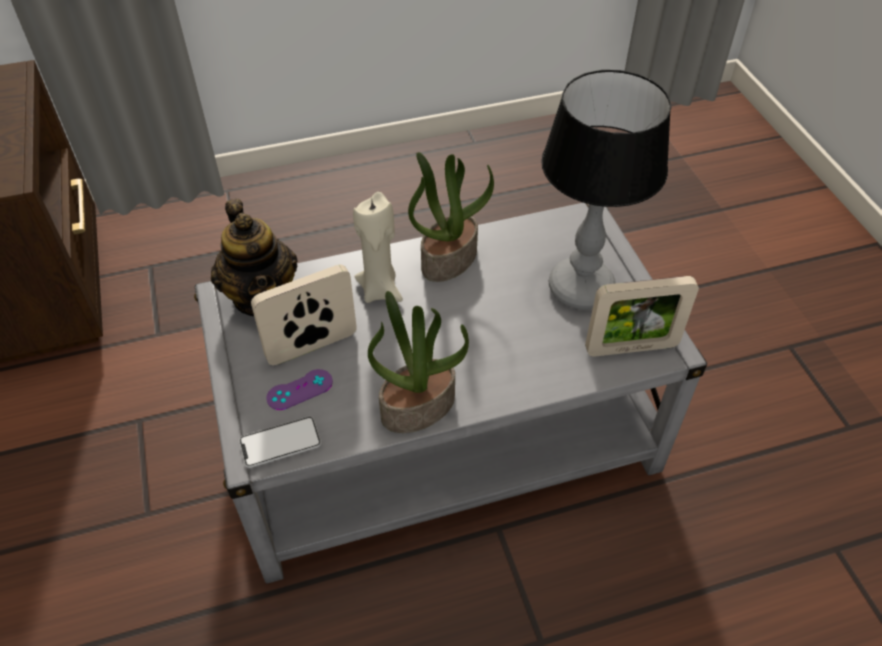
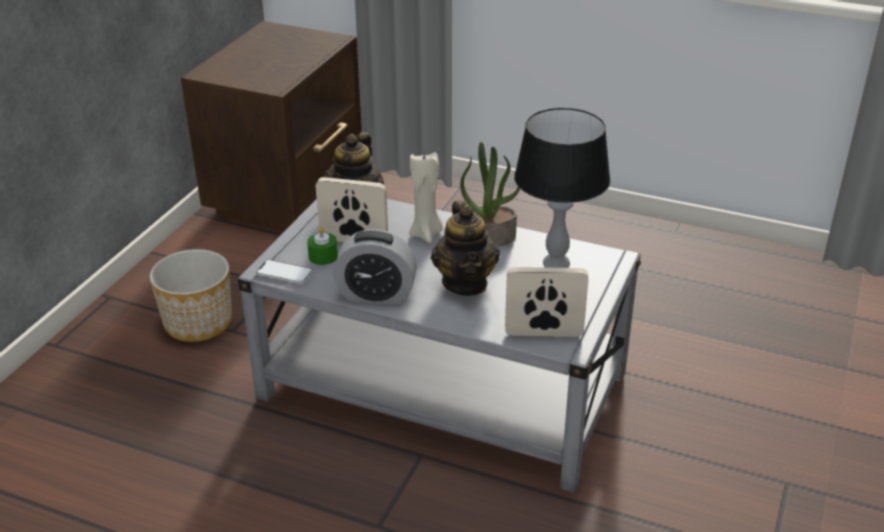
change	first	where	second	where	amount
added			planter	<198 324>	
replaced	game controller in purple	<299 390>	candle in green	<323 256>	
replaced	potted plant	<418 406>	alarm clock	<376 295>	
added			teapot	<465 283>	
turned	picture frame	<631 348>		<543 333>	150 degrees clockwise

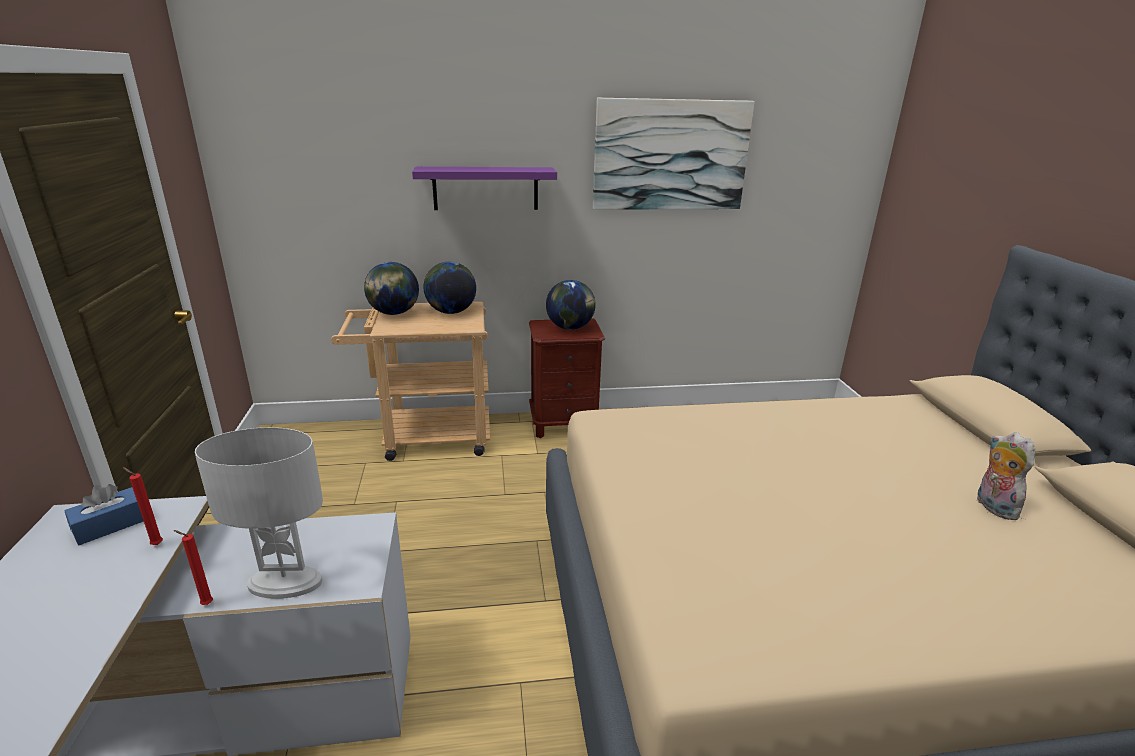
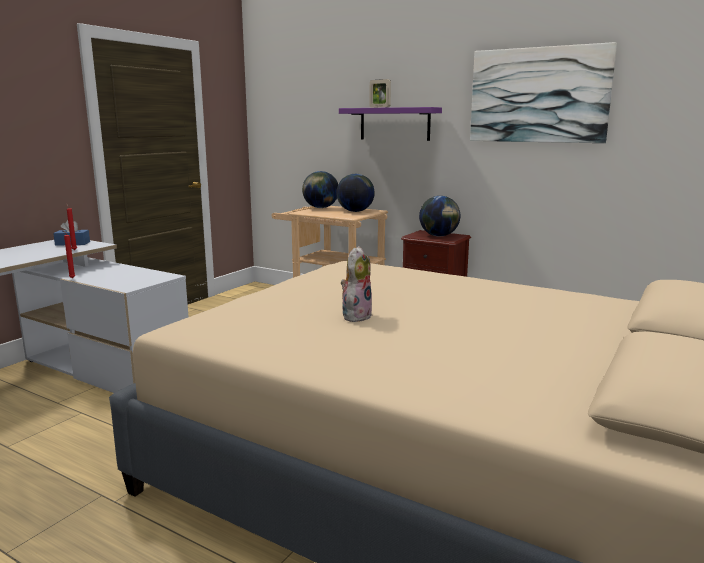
change	first	where	second	where	amount
moved	plush toy	<992 506>		<356 315>	
added			picture frame	<379 107>	
removed	table lamp in white	<286 583>			

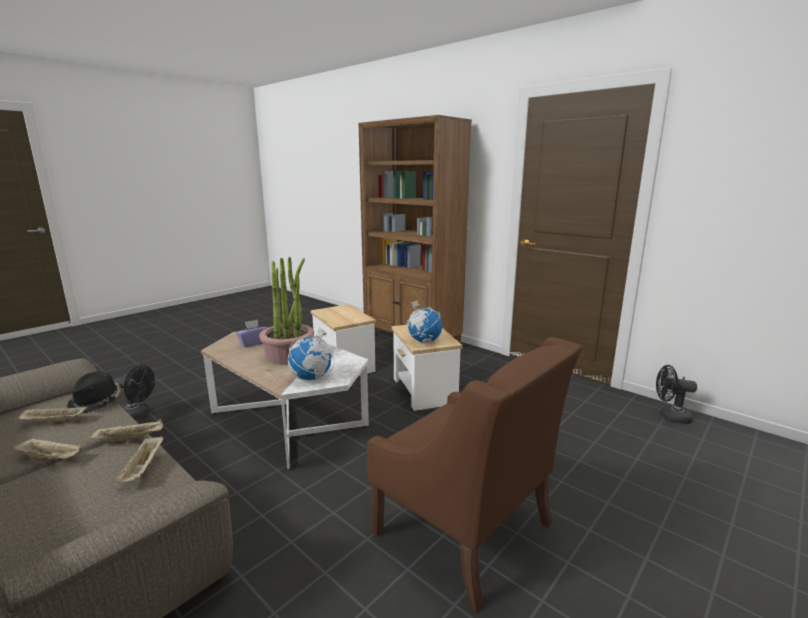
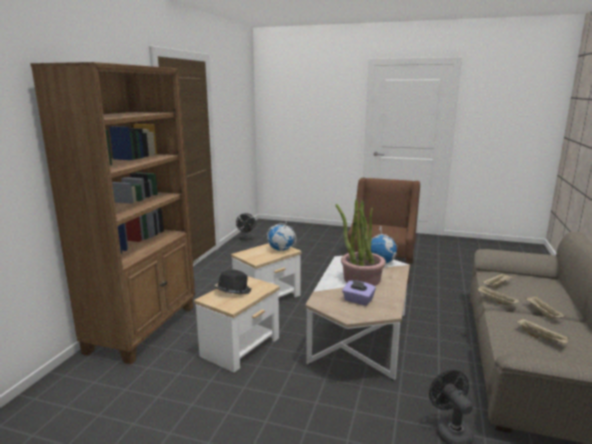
change	first	where	second	where	amount
moved	hat in black	<96 401>		<233 291>	

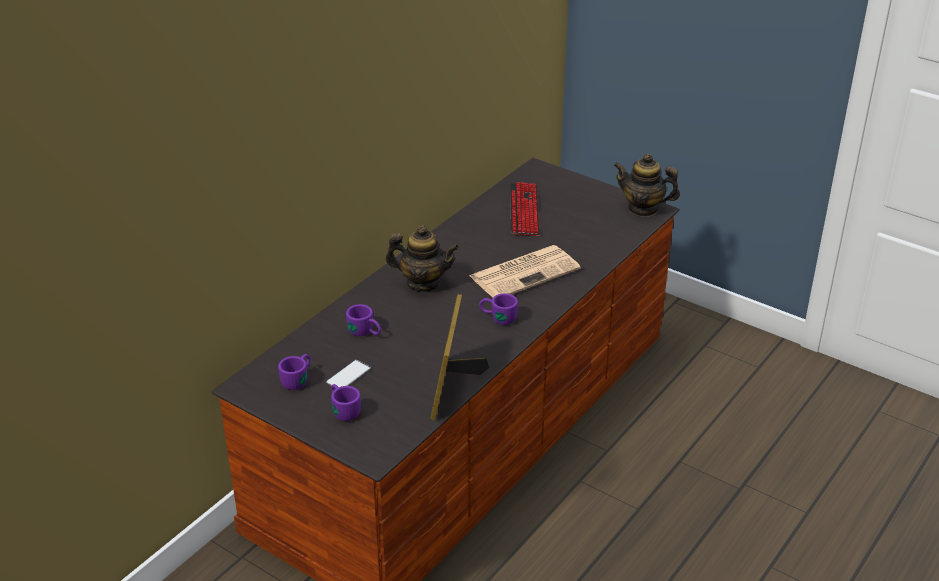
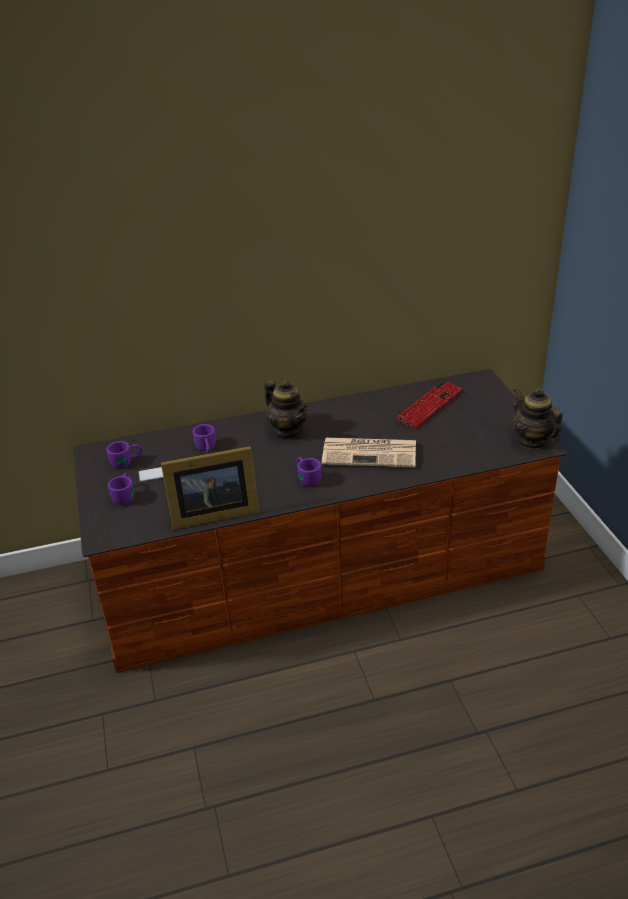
change	first	where	second	where	amount
turned	picture frame	<453 386>		<211 514>	150 degrees counterclockwise

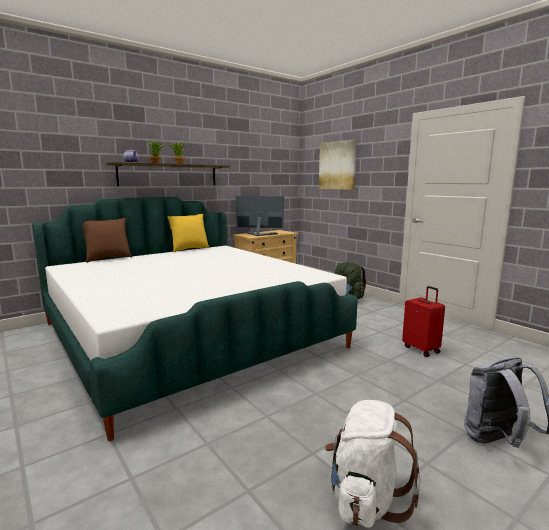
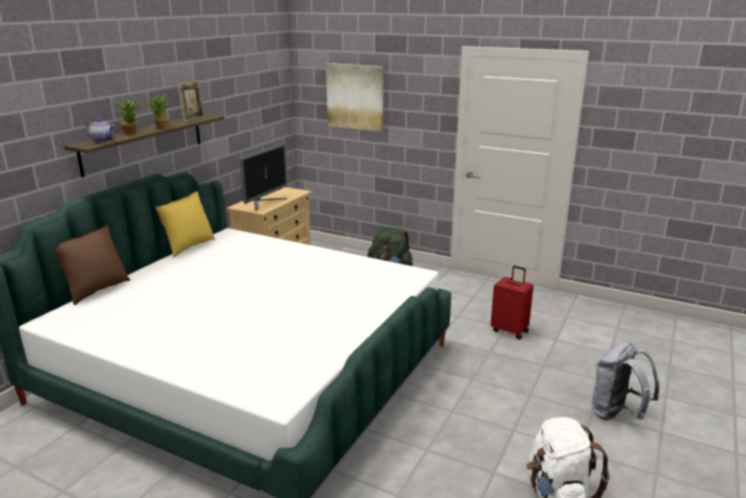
change	first	where	second	where	amount
added			picture frame	<193 119>	
turned	monitor	<259 234>		<265 203>	135 degrees clockwise

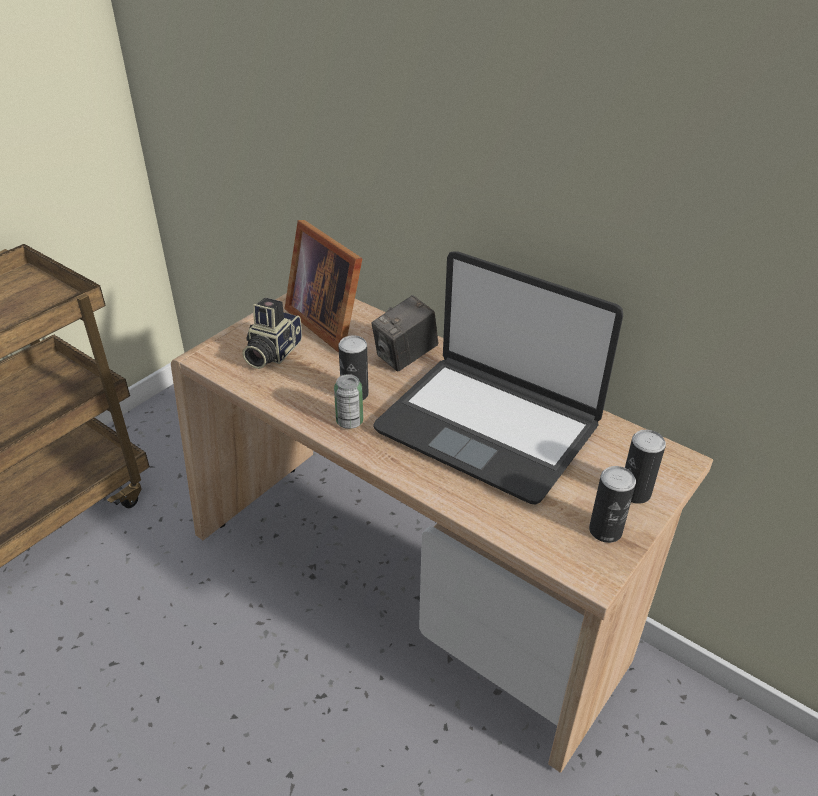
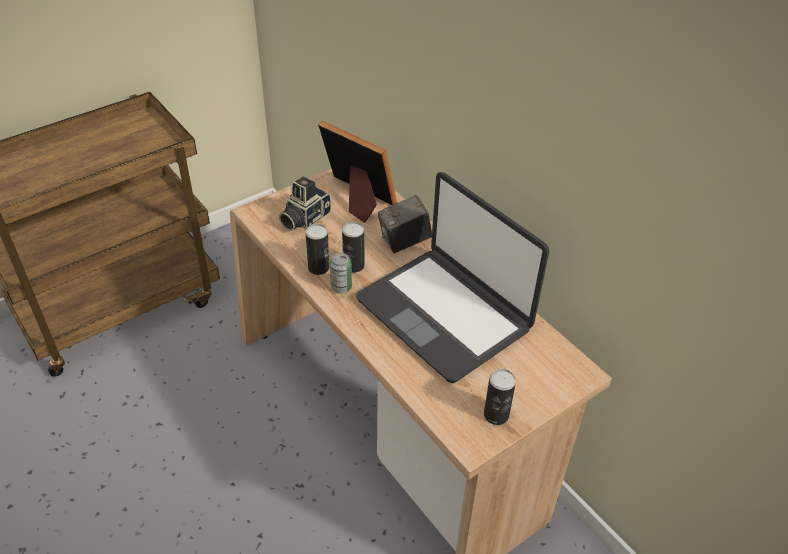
change	first	where	second	where	amount
moved	can	<635 493>		<318 268>	
turned	picture frame	<328 321>		<357 199>	150 degrees clockwise

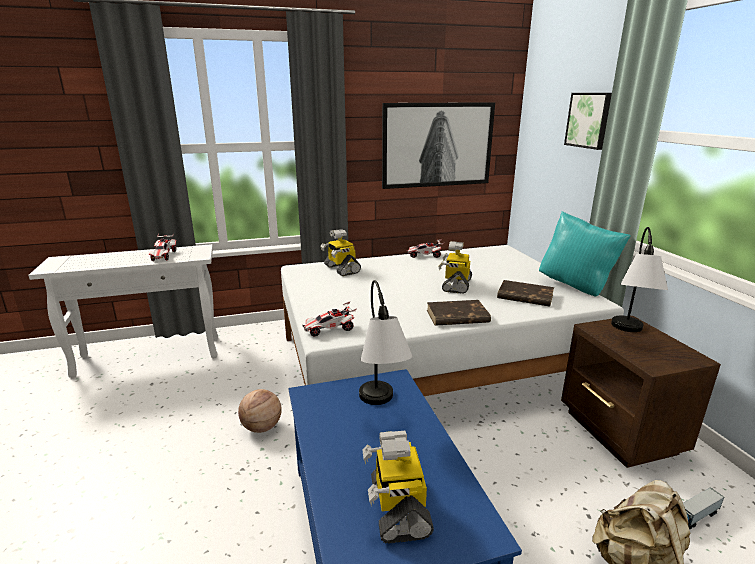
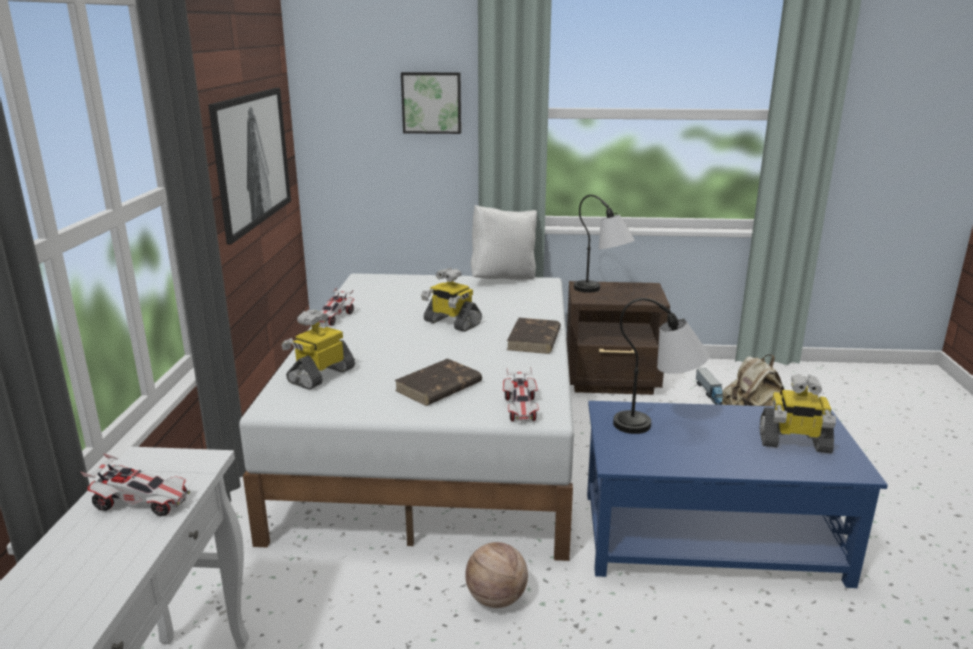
change	first	where	second	where	amount
turned	toy robot	<341 269>		<321 375>	135 degrees clockwise
moved	book in brown	<524 296>		<438 387>	
recoloured	pillow in turquoise	<576 286>	pillow in white	<503 279>	

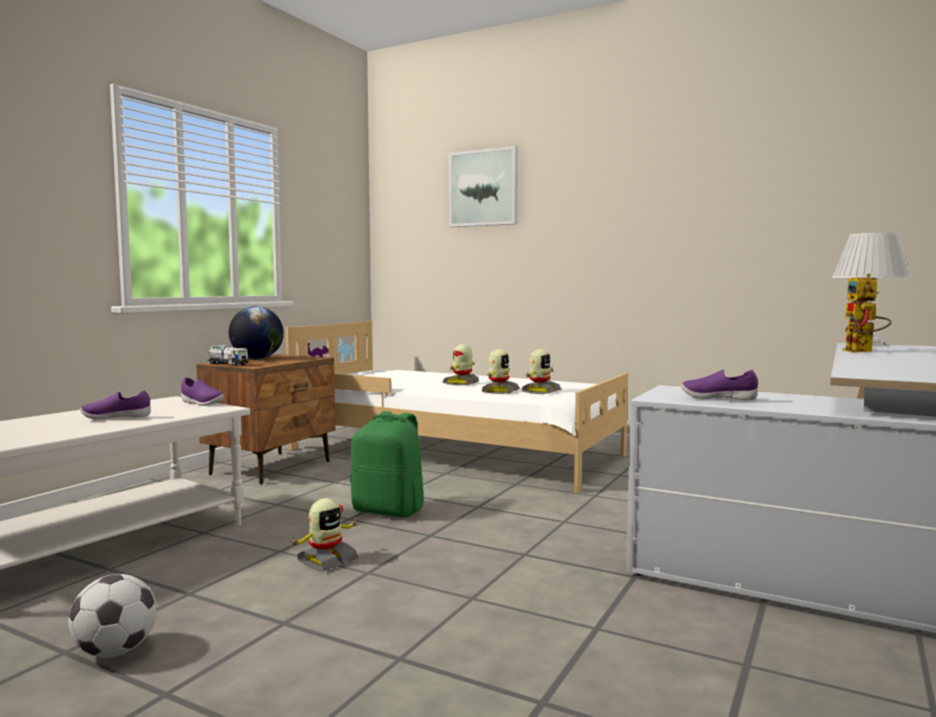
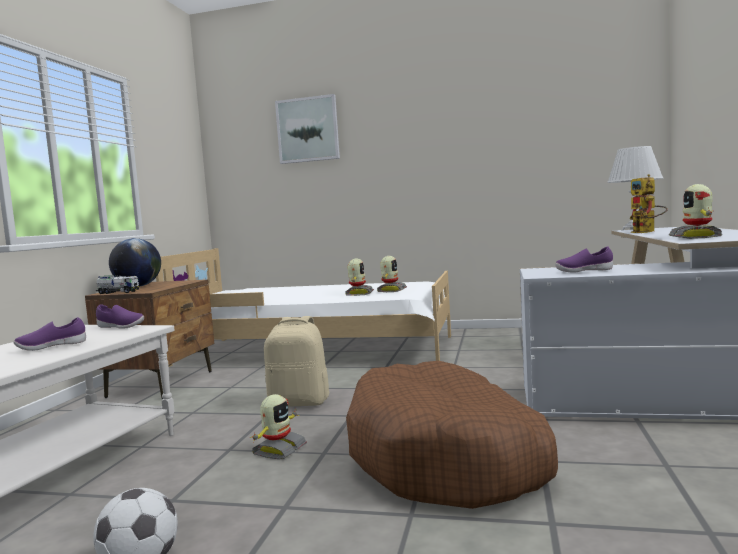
change	first	where	second	where	amount
recoloured	backpack in green	<389 511>	backpack in beige	<299 402>	
added			dog bed in brown	<447 458>	
moved	toy robot	<461 383>		<696 237>	

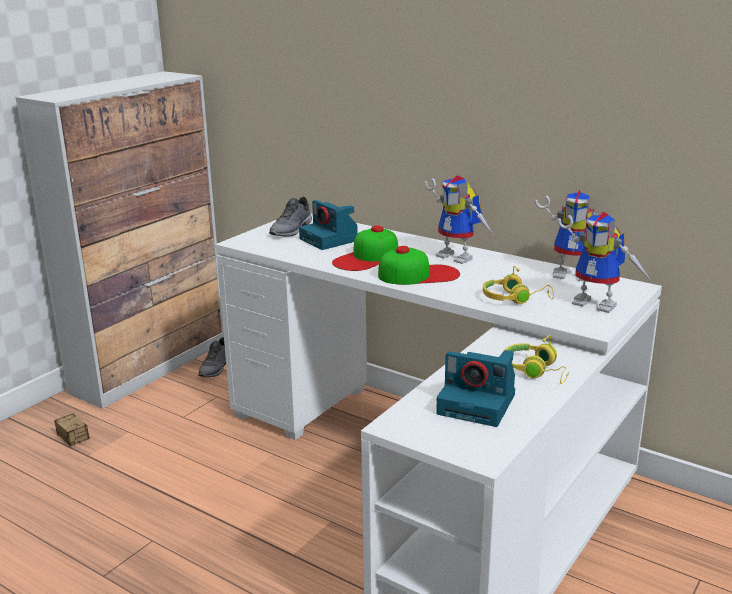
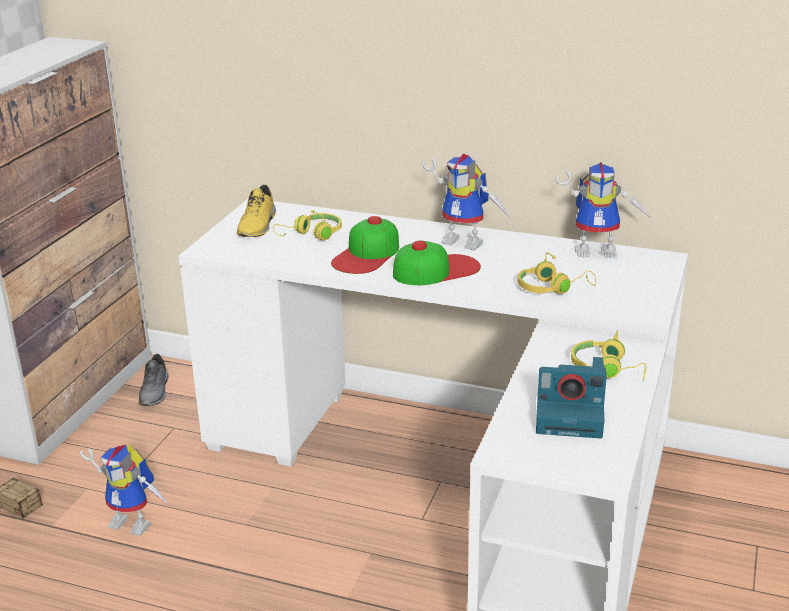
change	first	where	second	where	amount
moved	toy robot	<599 303>		<136 522>	
recoloured	shoe in grey	<292 230>	shoe in yellow	<258 226>	
replaced	photo camera	<331 240>	headphones in yellow	<312 234>	

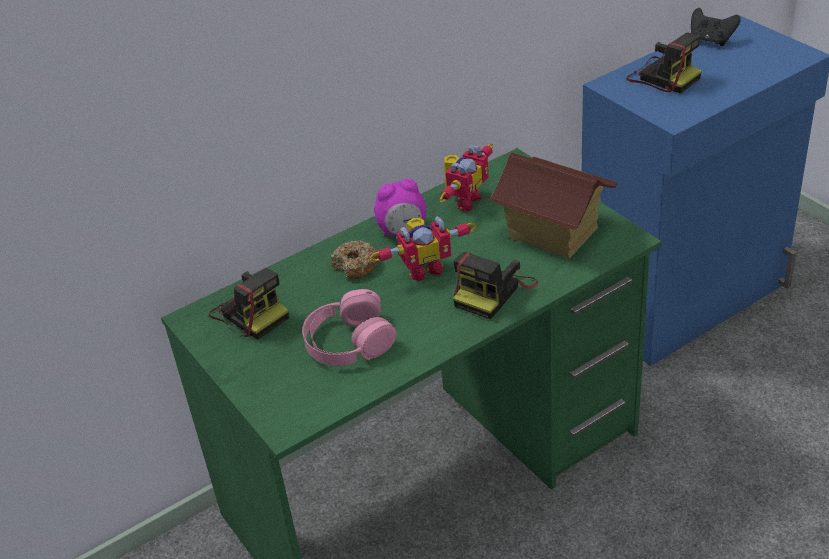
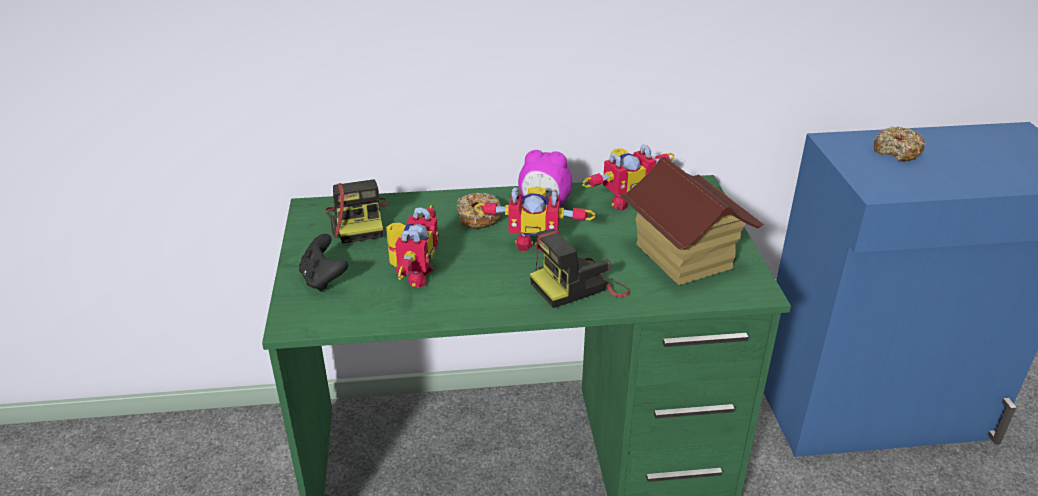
change	first	where	second	where	amount
moved	game controller in black	<711 40>		<323 279>	
replaced	headphones in pink	<348 341>	toy robot	<413 275>	
replaced	photo camera	<662 77>	donut	<897 151>	

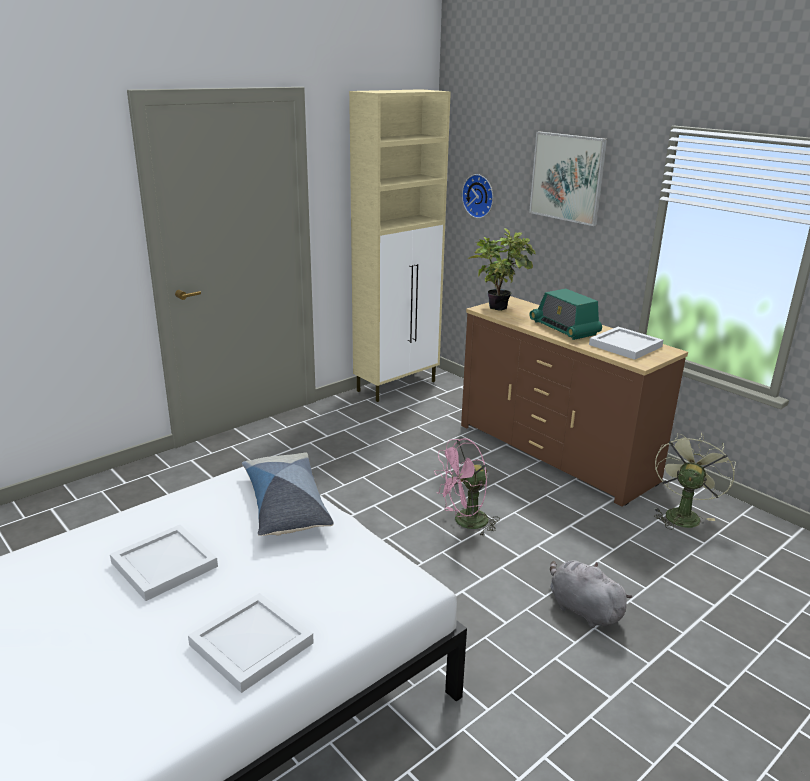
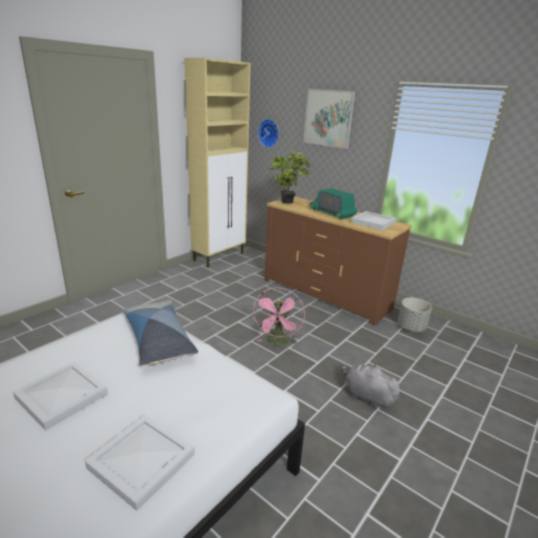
change	first	where	second	where	amount
turned	fan in pink	<465 522>		<278 342>	45 degrees counterclockwise
replaced	fan in green	<682 514>	planter in grey	<411 327>	

